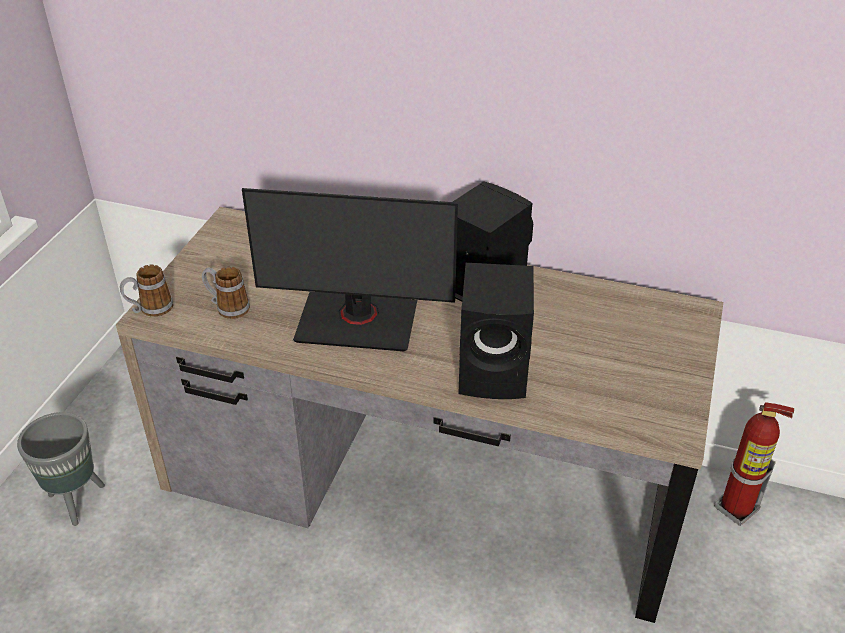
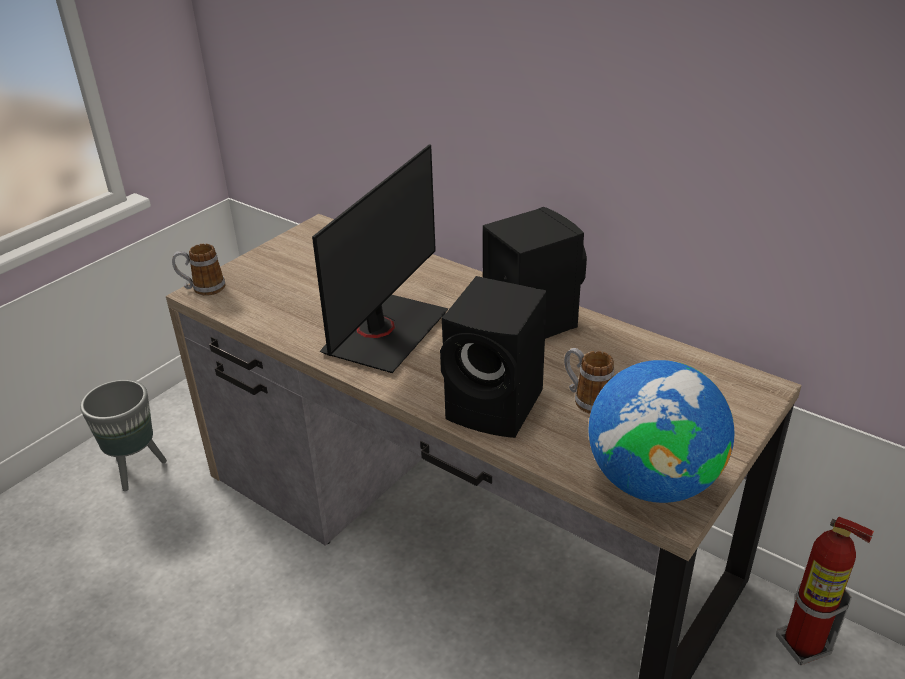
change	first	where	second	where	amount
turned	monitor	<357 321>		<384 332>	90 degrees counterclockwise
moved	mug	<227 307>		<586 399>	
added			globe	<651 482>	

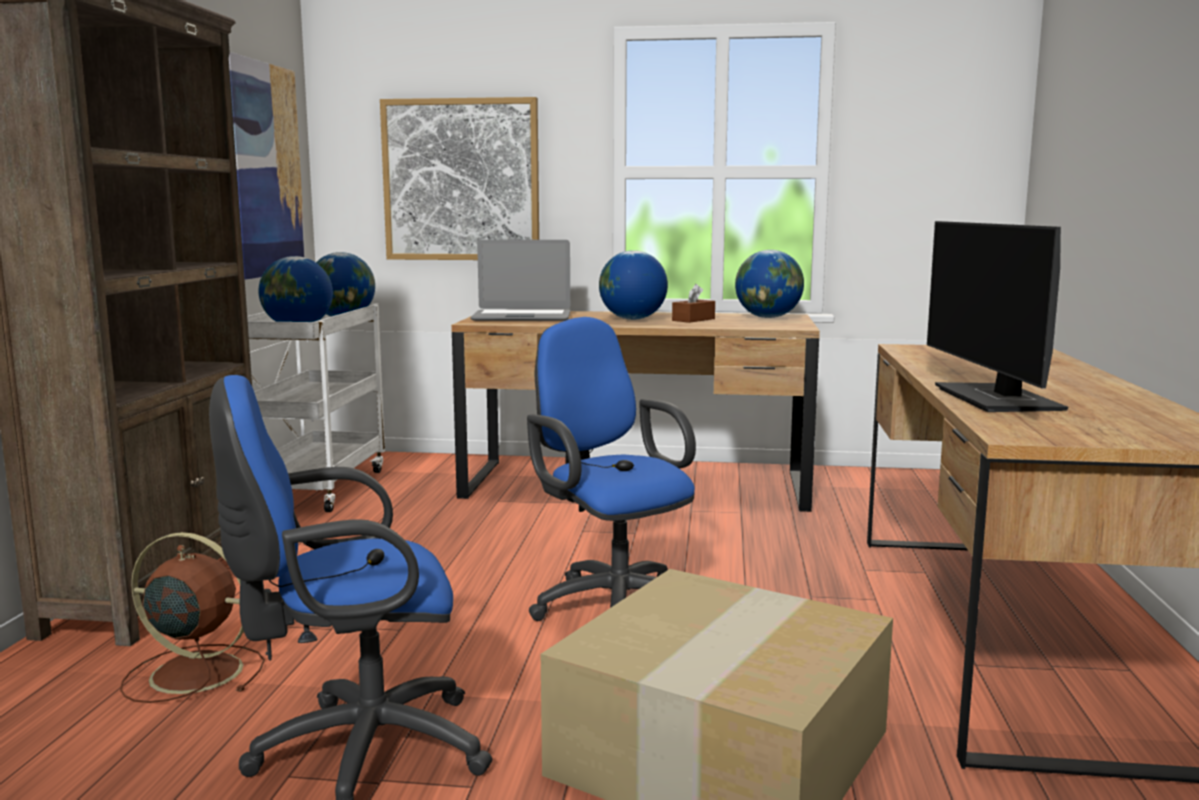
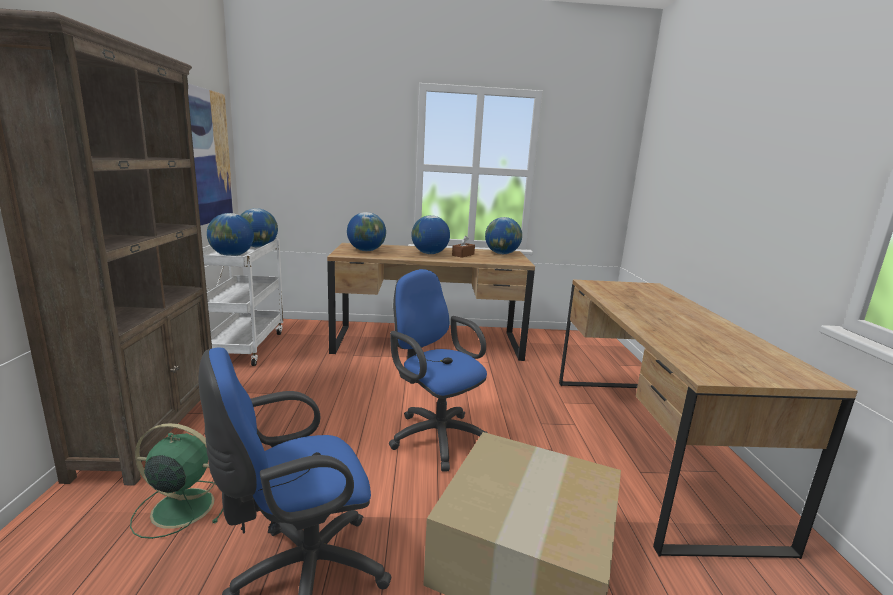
change	first	where	second	where	amount
recoloured	fan in brown	<193 673>	fan in green	<180 507>	
replaced	laptop	<522 317>	globe	<366 251>	
removed	picture	<461 180>			
removed	monitor	<999 400>			

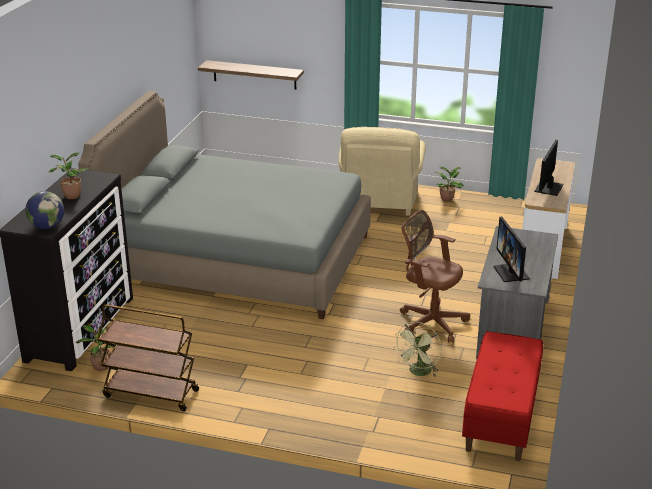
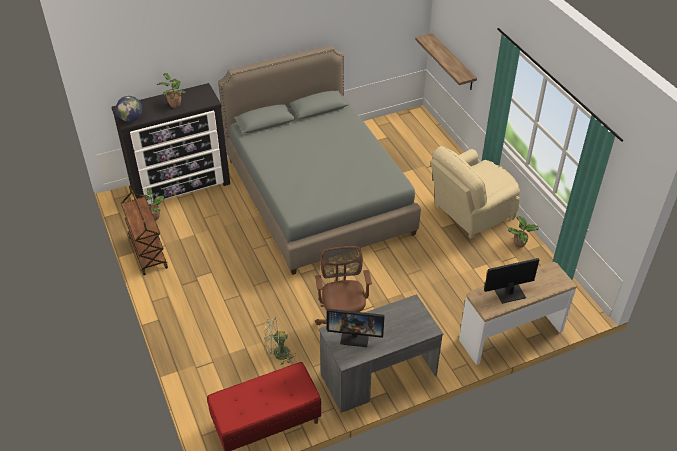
change	first	where	second	where	amount
turned	monitor	<511 273>		<355 336>	120 degrees counterclockwise

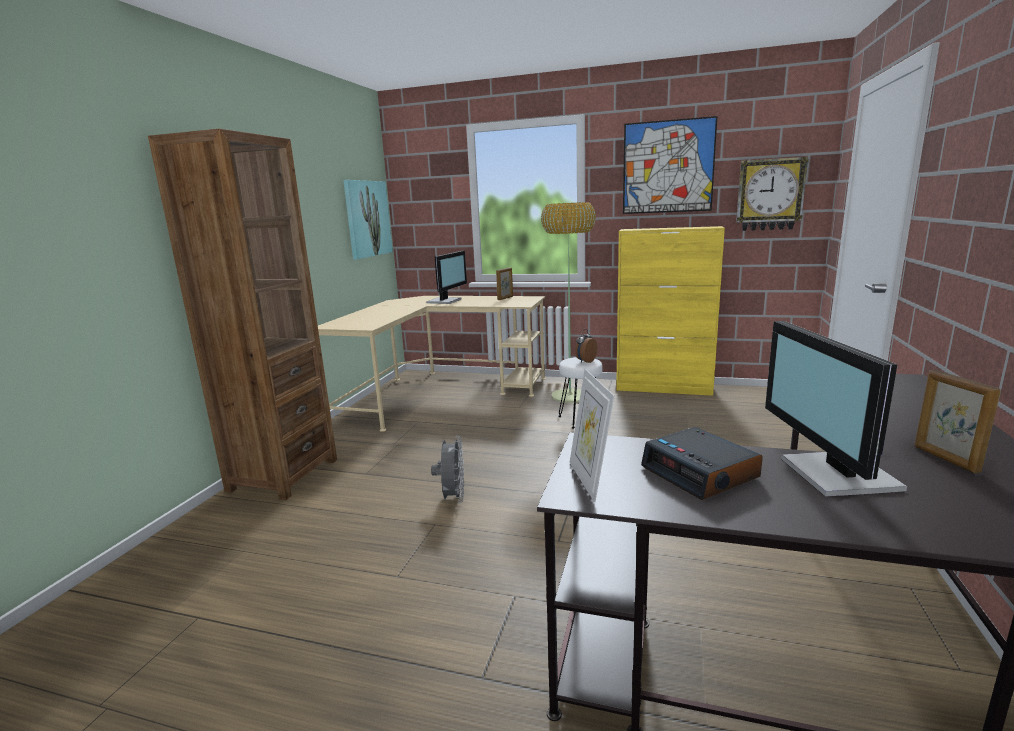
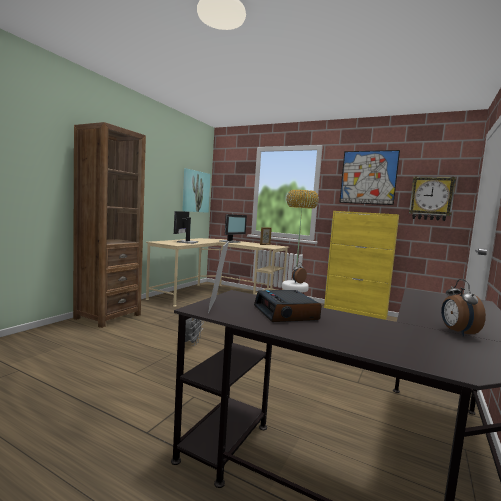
change	first	where	second	where	amount
moved	monitor	<835 475>		<186 242>	
replaced	picture frame	<945 459>	alarm clock	<457 332>	

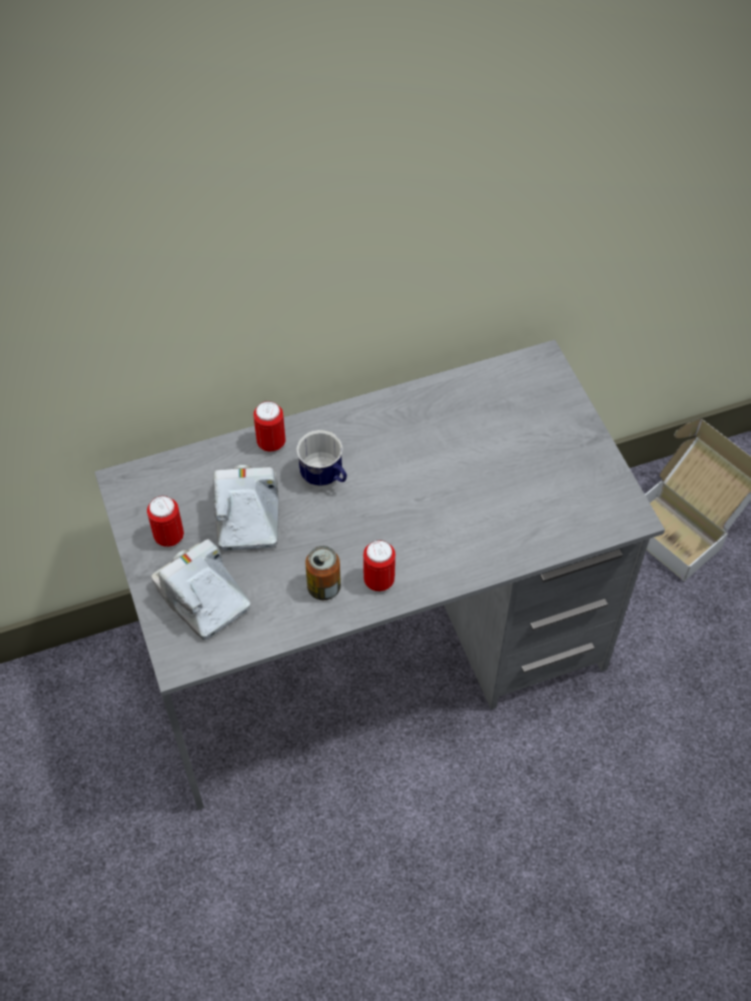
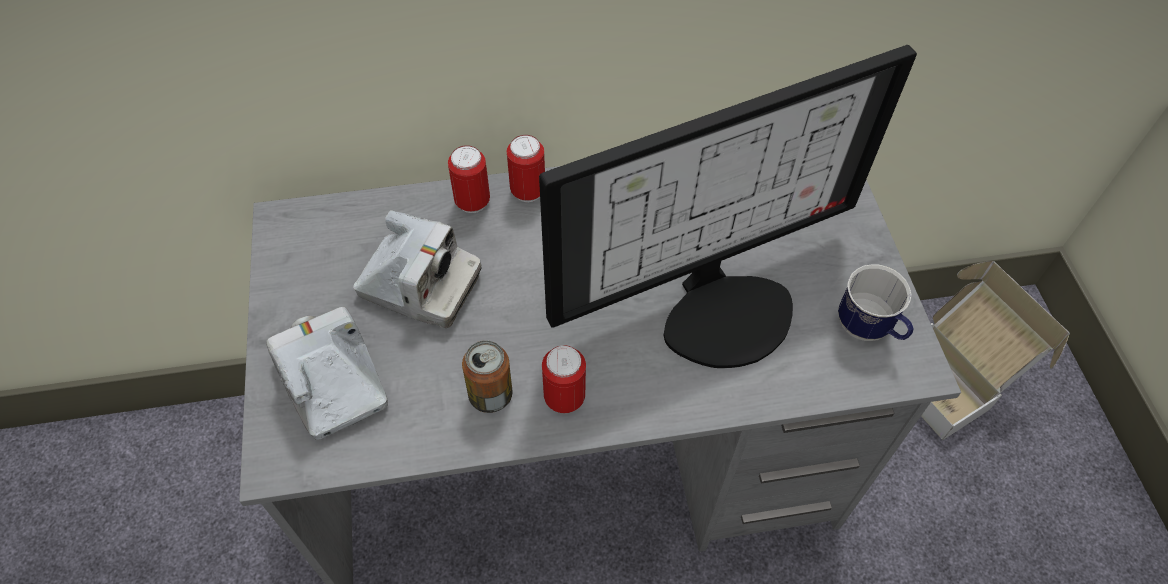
change	first	where	second	where	amount
turned	photo camera	<248 516>		<419 286>	105 degrees clockwise
moved	can	<169 537>		<528 191>	
added			monitor	<723 307>	
moved	mug	<325 479>		<868 330>	

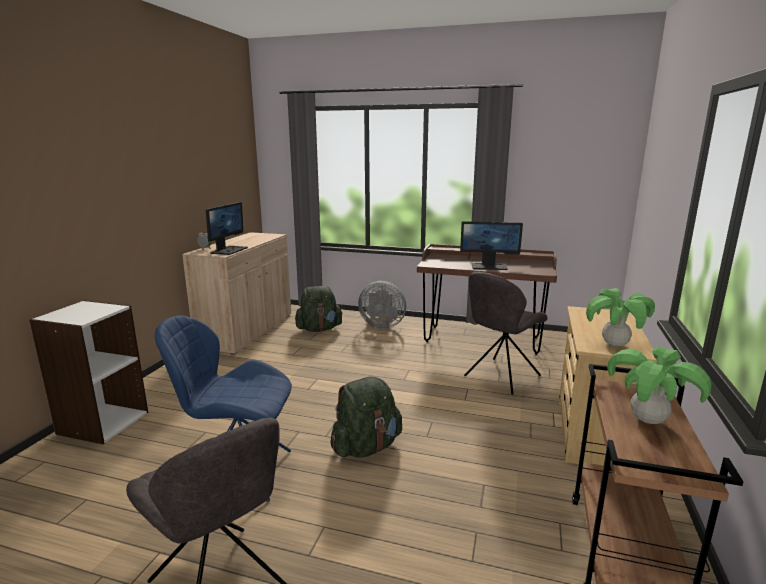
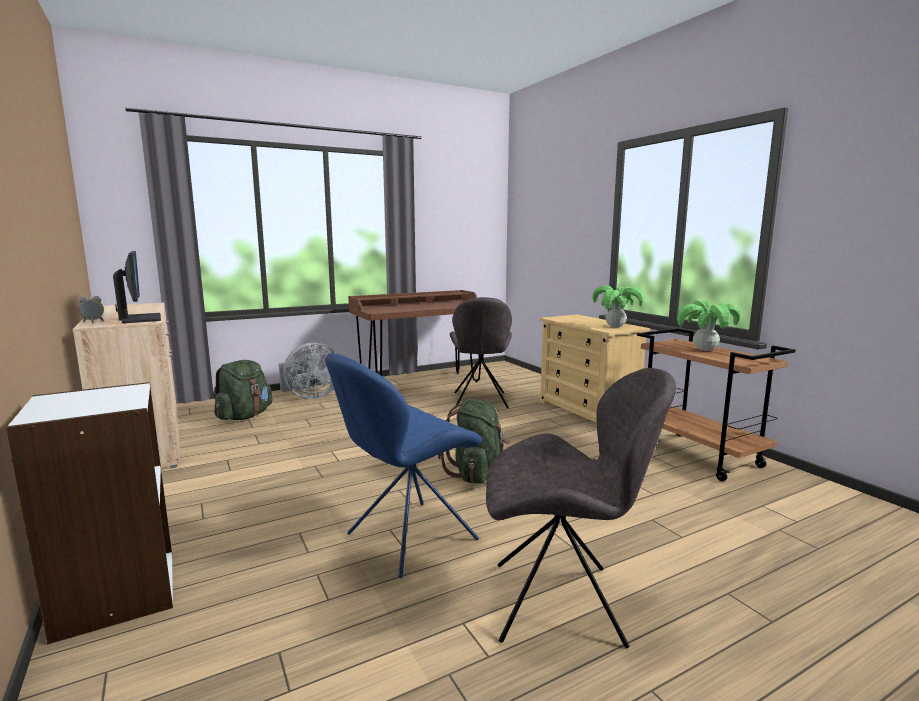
change	first	where	second	where	amount
removed	monitor	<489 266>			

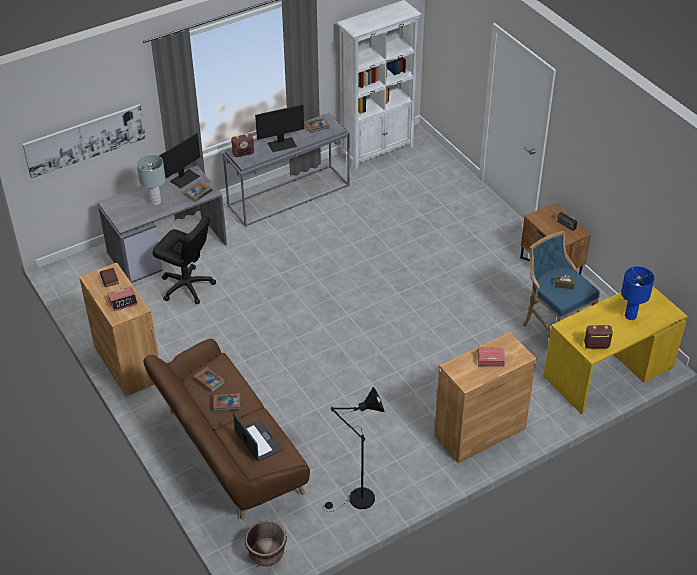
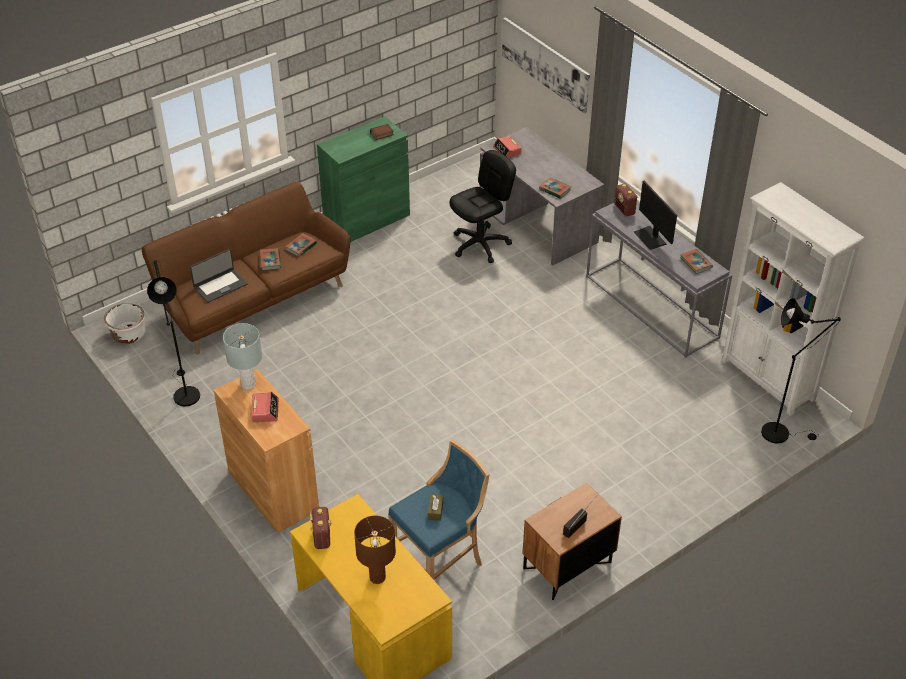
change	first	where	second	where	amount
recoloured	planter in brown	<266 553>	planter in white	<128 335>	
moved	table lamp in grey	<155 201>		<248 384>	
recoloured	cabinet in brown	<128 363>	cabinet in green	<367 219>	
recoloured	table lamp in blue	<630 316>	table lamp in brown	<377 577>	
turned	office chair in black	<187 286>		<480 244>	150 degrees counterclockwise
moved	alarm clock	<123 301>		<507 150>	
added			floor lamp in black	<780 433>	
removed	monitor	<184 178>			

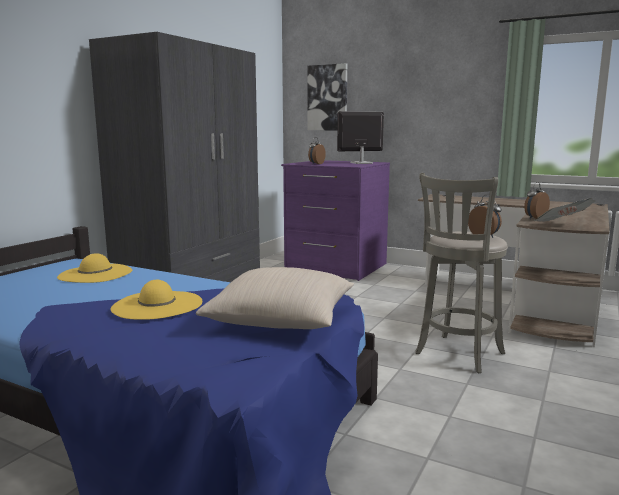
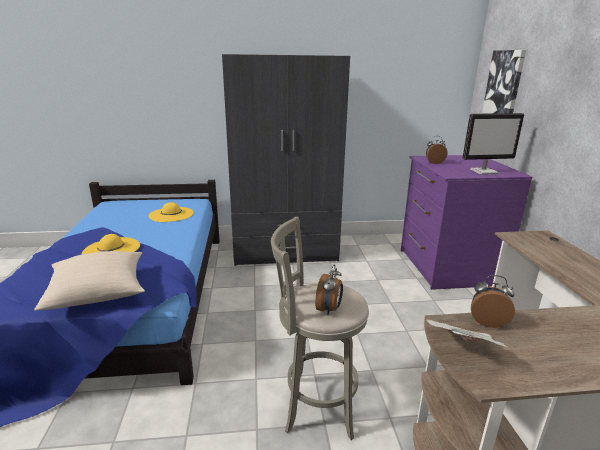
change	first	where	second	where	amount
turned	monitor	<361 163>		<484 171>	135 degrees clockwise

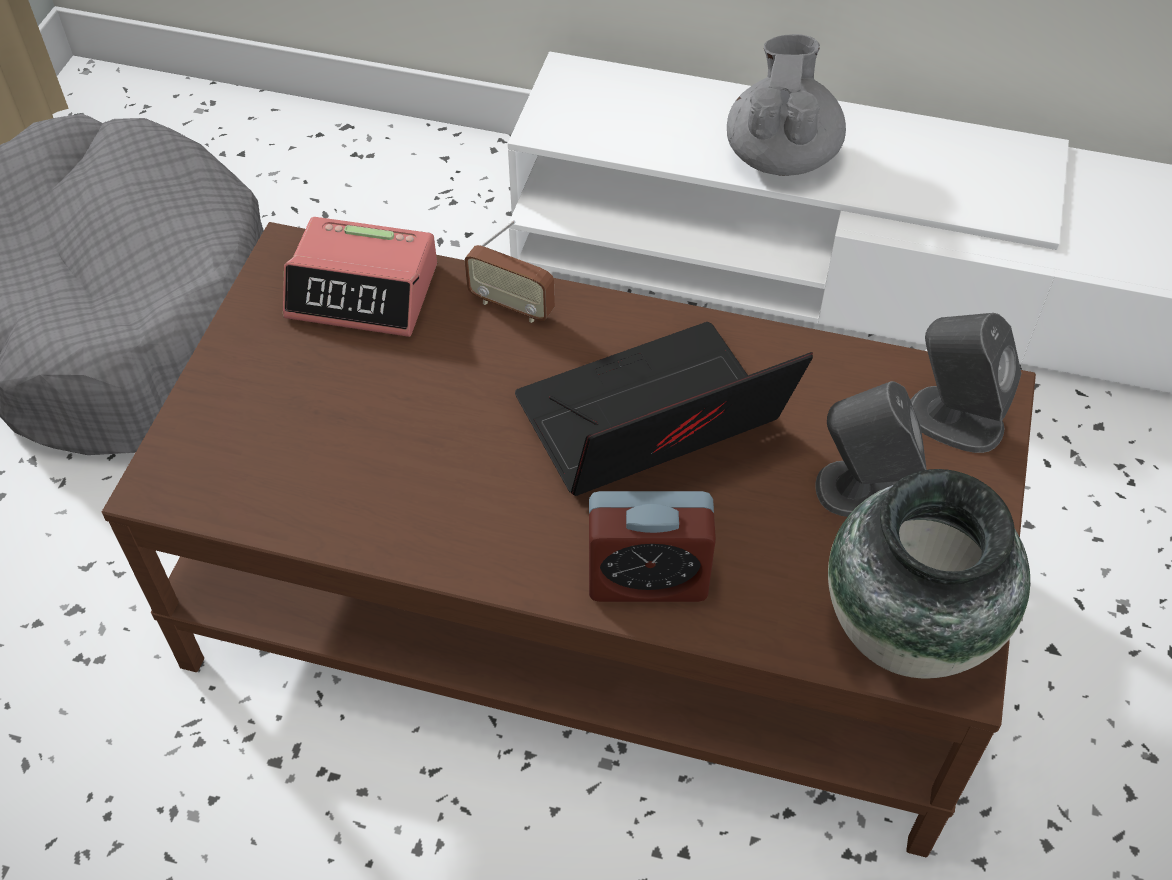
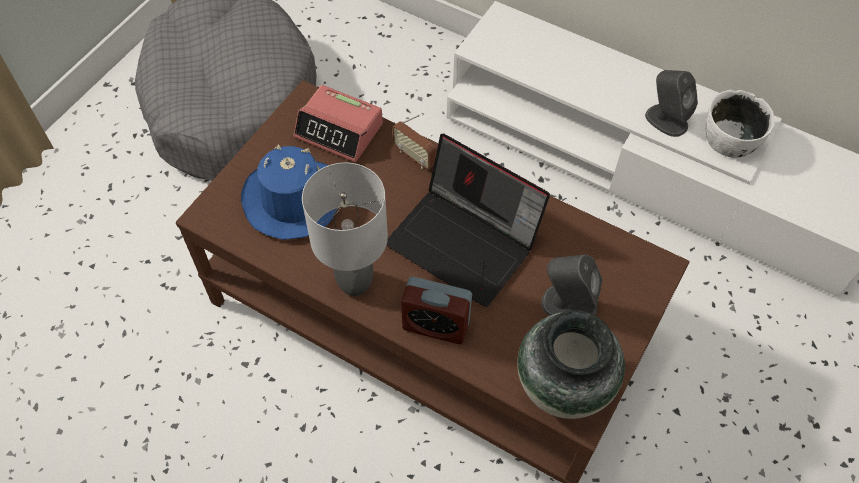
change	first	where	second	where	amount
added			hat in blue	<292 199>	
added			table lamp in grey	<354 281>	
turned	laptop	<650 427>		<465 242>	135 degrees counterclockwise
moved	speaker in grey	<953 419>		<666 120>	
added			bowl in white	<730 140>	
removed	teapot in grey	<781 155>			

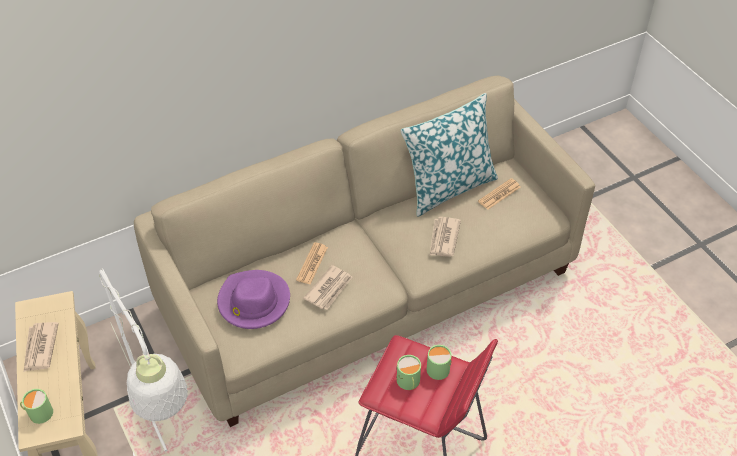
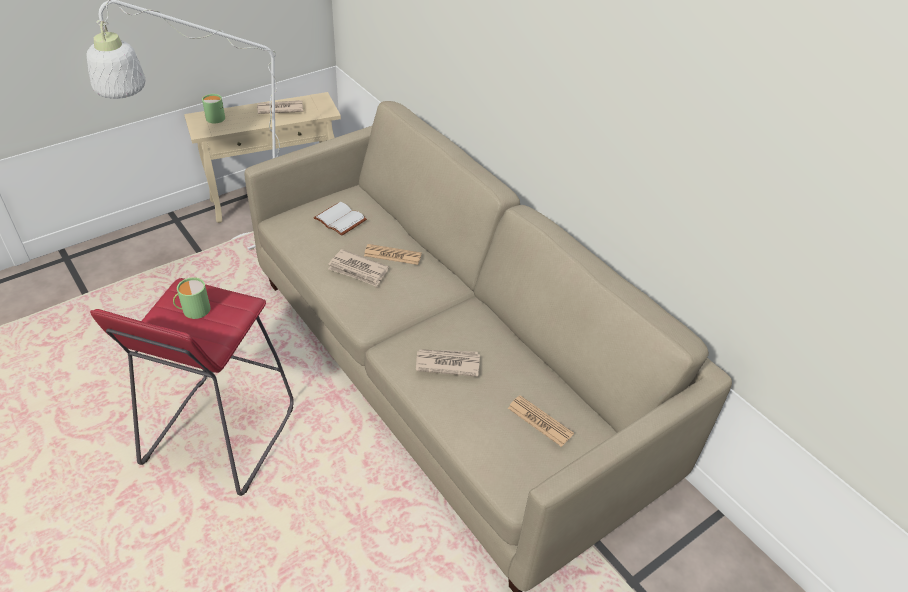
change	first	where	second	where	amount
replaced	hat in purple	<253 302>	book in white	<338 220>	
removed	pillow	<448 187>			
removed	mug in green	<438 367>			

